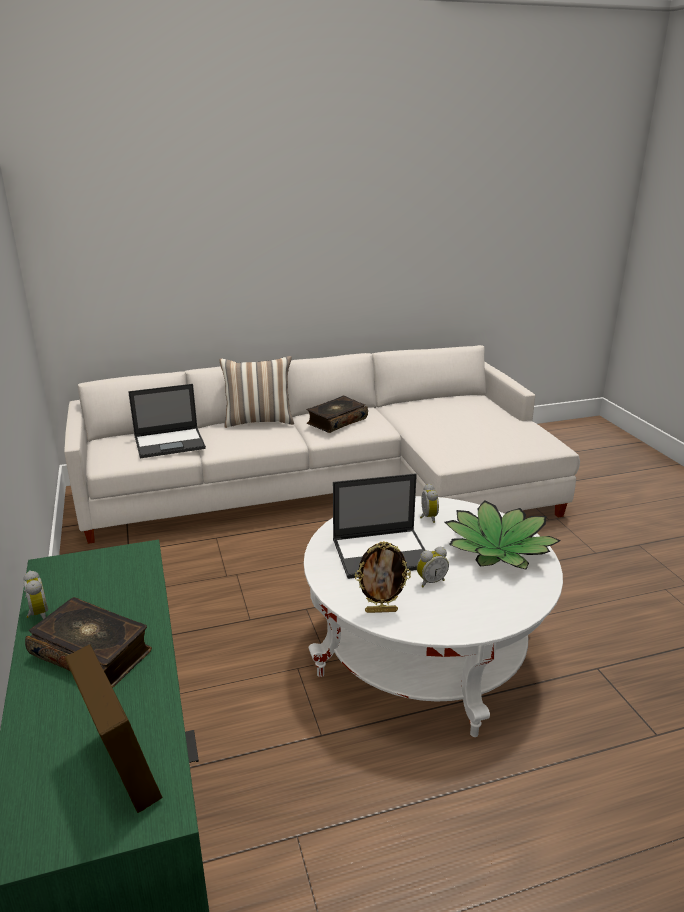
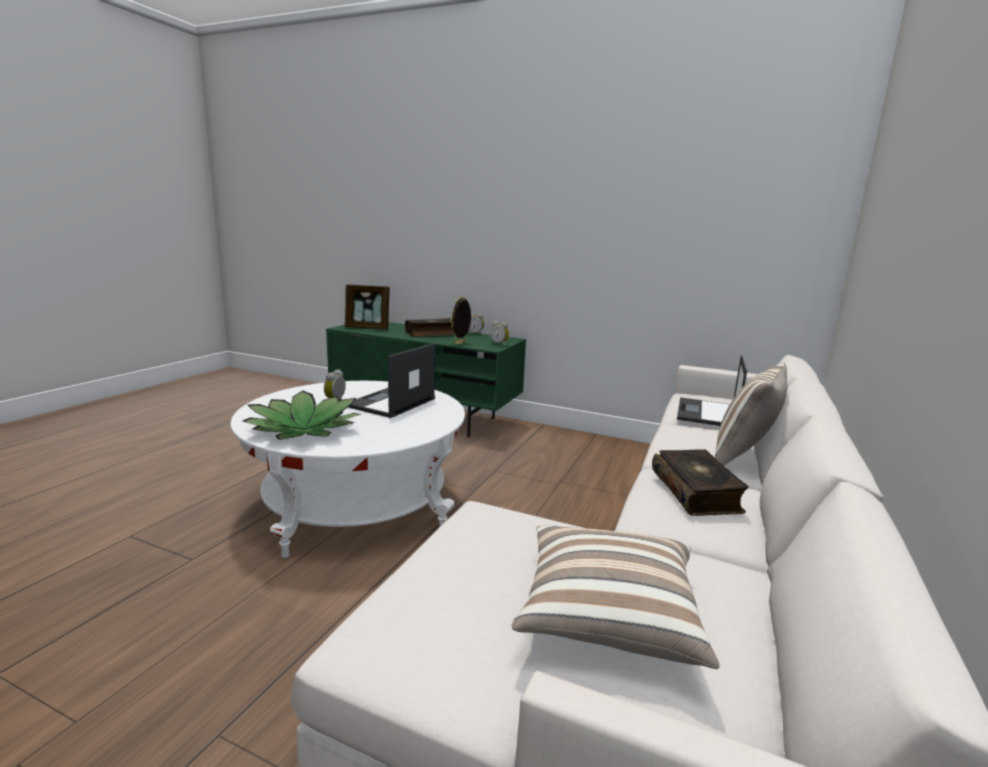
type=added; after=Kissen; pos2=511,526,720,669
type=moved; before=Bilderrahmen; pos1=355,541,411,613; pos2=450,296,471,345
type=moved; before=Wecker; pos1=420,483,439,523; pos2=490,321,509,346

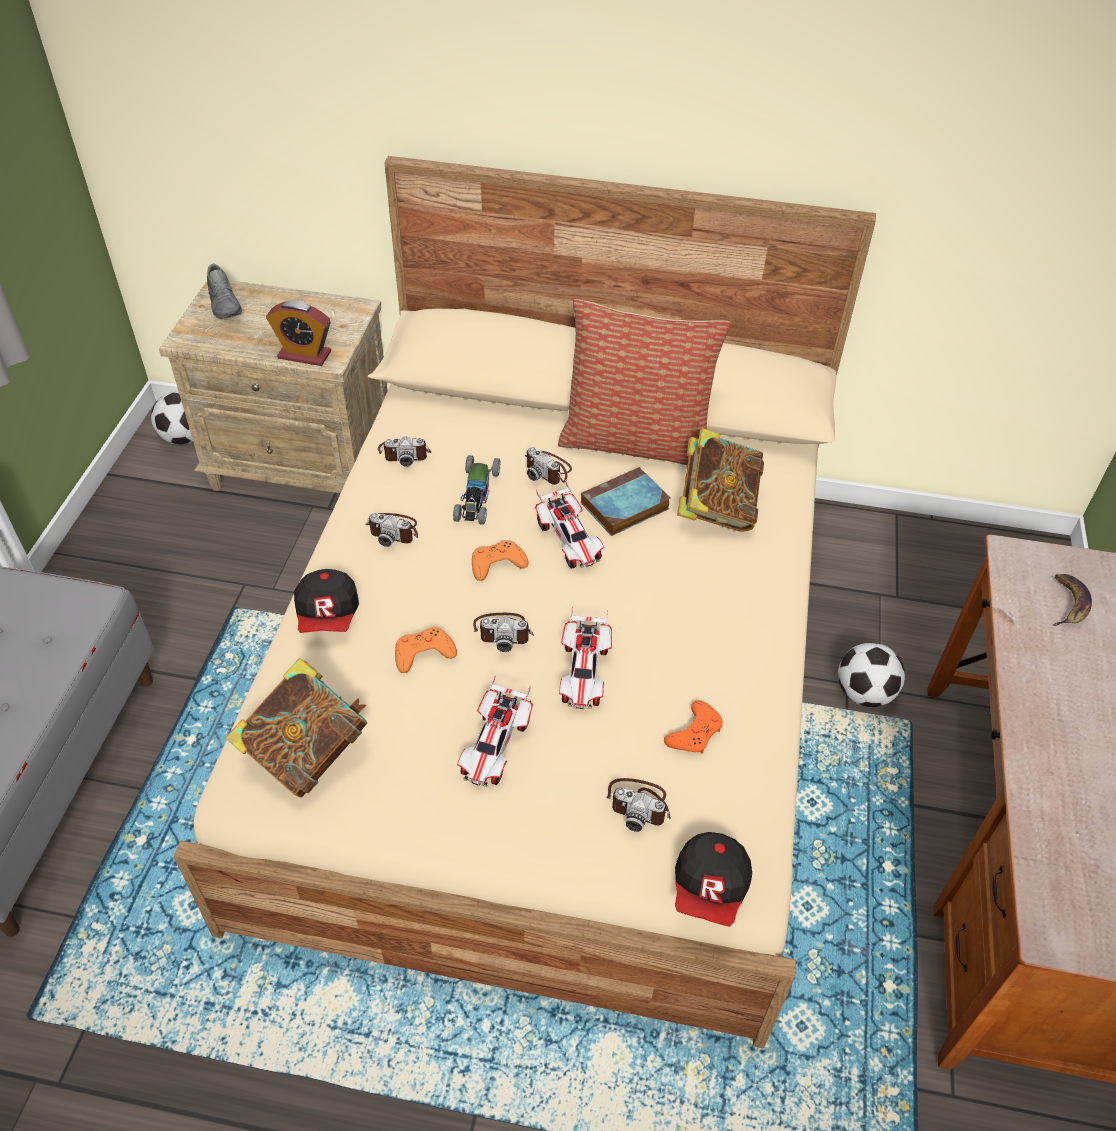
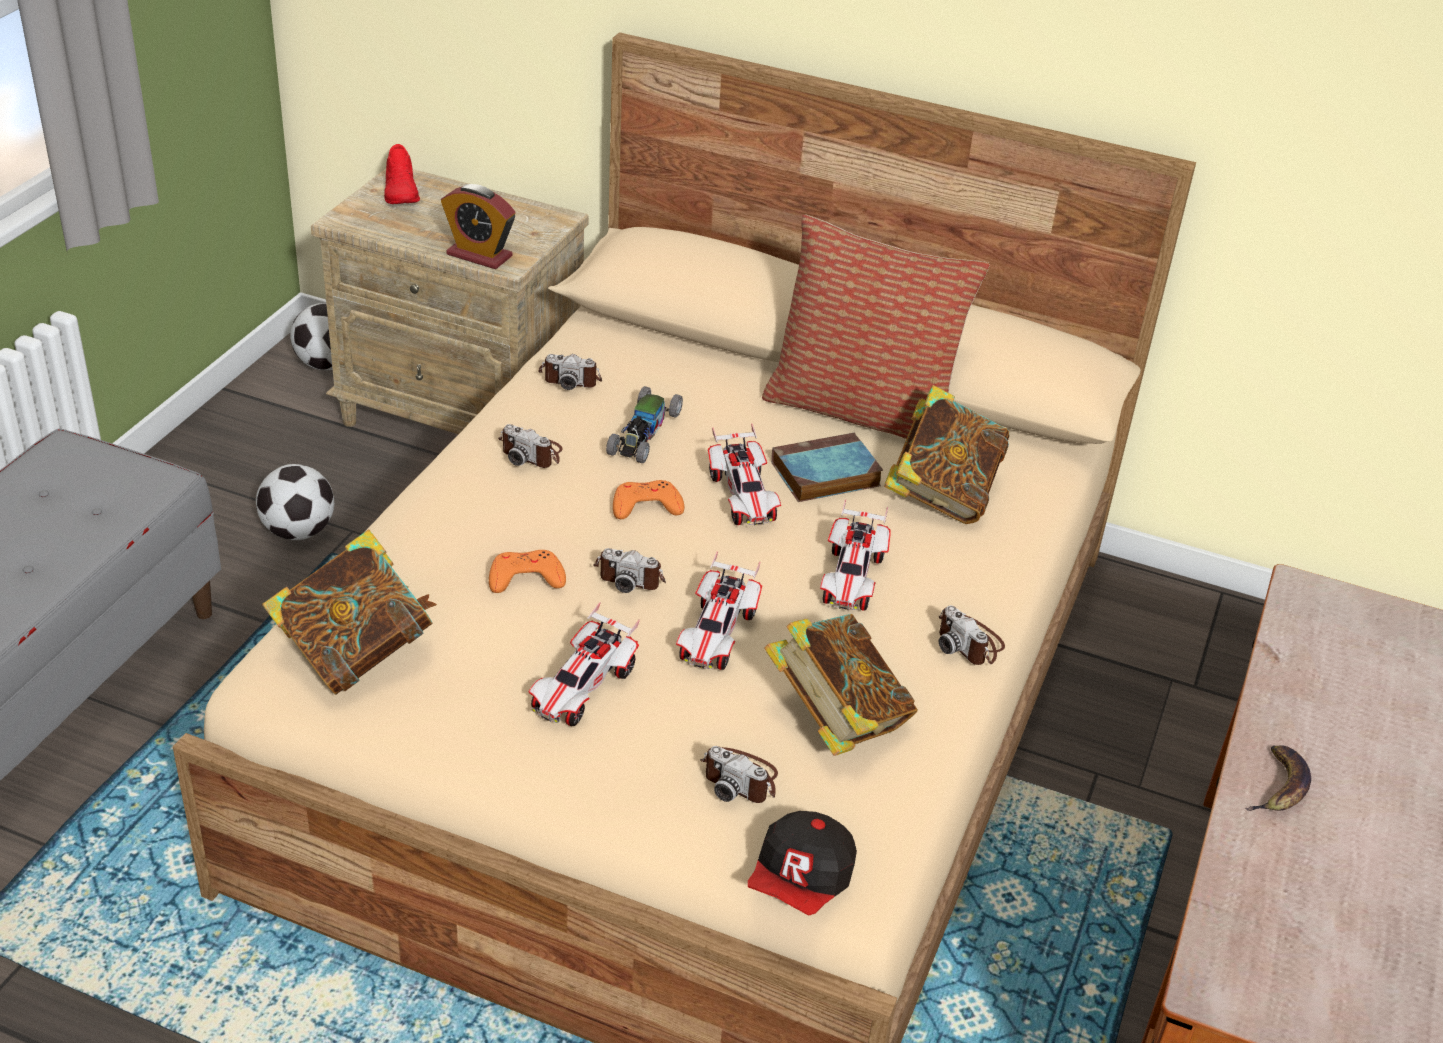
type=removed; before=Kappe; pos1=294,569,359,633
type=added; after=Spielzeugauto; pos2=820,499,891,611
type=moved; before=Kamera; pos1=525,447,572,485; pos2=939,605,1005,665
type=moved; before=Fußball; pos1=838,642,905,707; pos2=256,464,334,540
type=moved; before=Banane; pos1=1053,574,1092,626; pos2=1245,745,1311,811
type=replaced; before=Gamepad/orange; after=Buch; pos1=664,701,723,754; pos2=764,614,918,756
type=recoloured; before=Schuh/grau; after=Schuh/rot; pos1=207,264,242,319; pos2=384,144,420,204

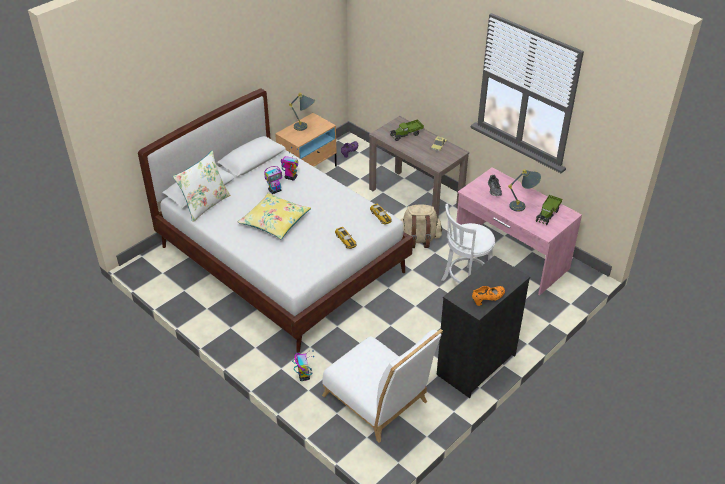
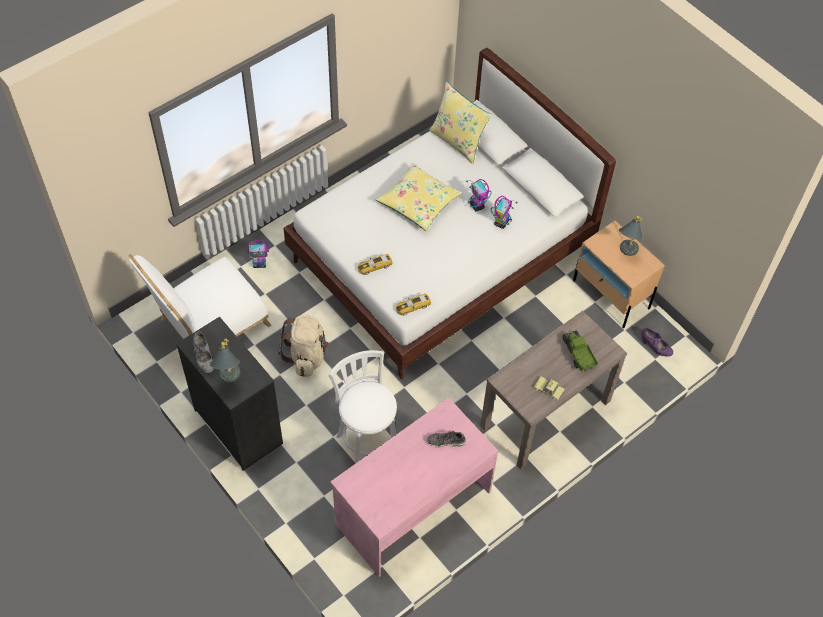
type=removed; before=Spielzeuglaster; pos1=536,195,562,226
type=moved; before=Rucksack/beige; pos1=401,205,442,248; pos2=278,315,330,377
type=moved; before=Tischlampe/grau; pos1=508,169,541,212; pos2=210,339,240,382
type=recoloured; before=Kissen/weiß; after=Kissen/gelb; pos1=173,151,231,222; pos2=429,82,492,164
type=recoloured; before=Schuh/orange; after=Schuh/grau; pos1=472,286,505,306; pos2=193,331,214,373

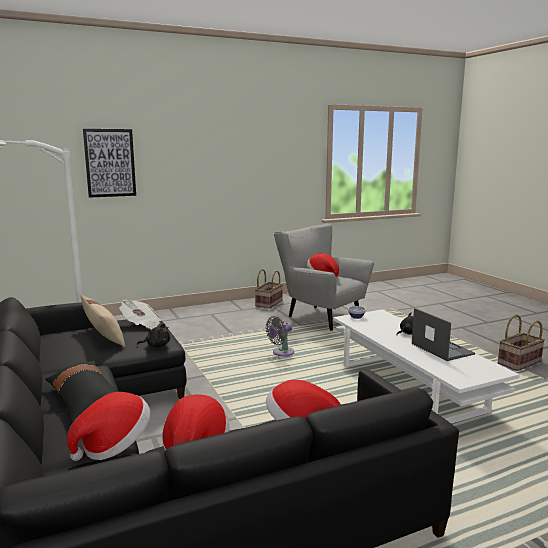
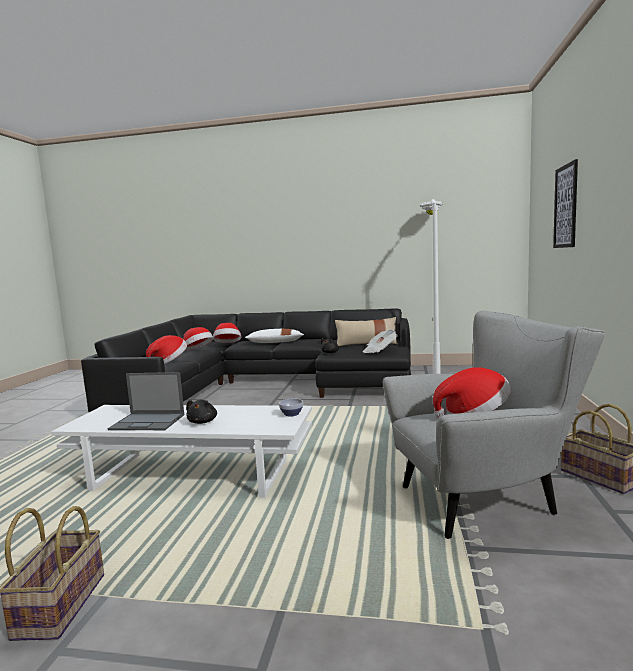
type=removed; before=Ventilator/grau; pos1=265,316,294,356
type=recoloured; before=Kissen/schwarz; after=Kissen/weiß; pos1=45,361,117,423; pos2=245,329,304,343

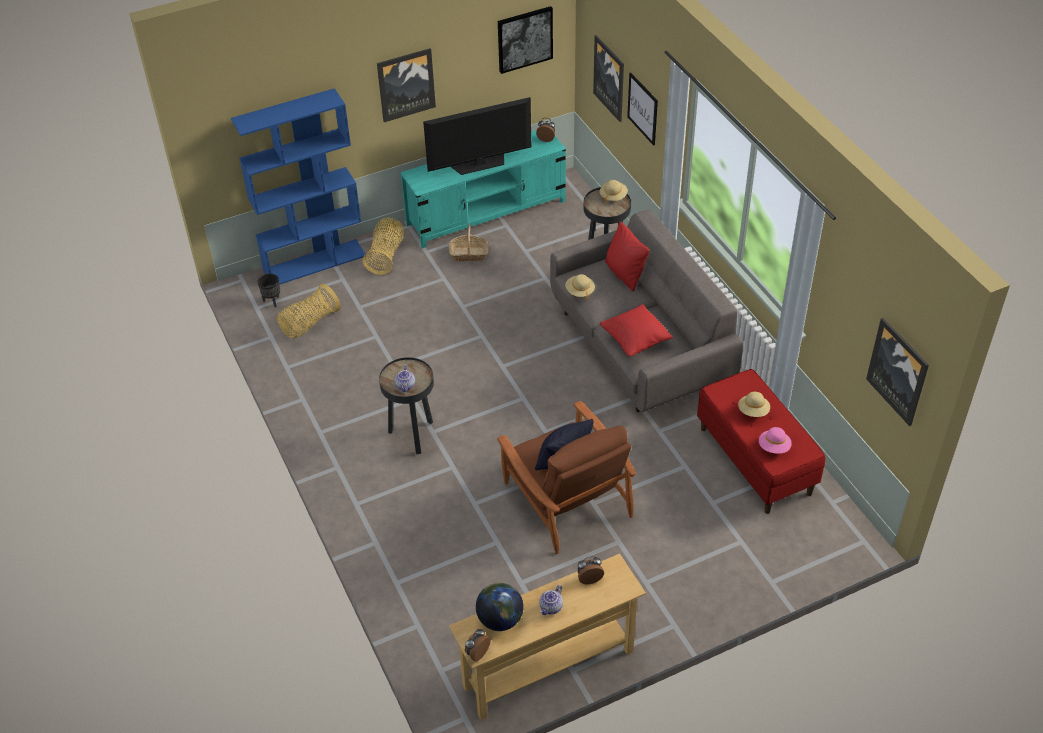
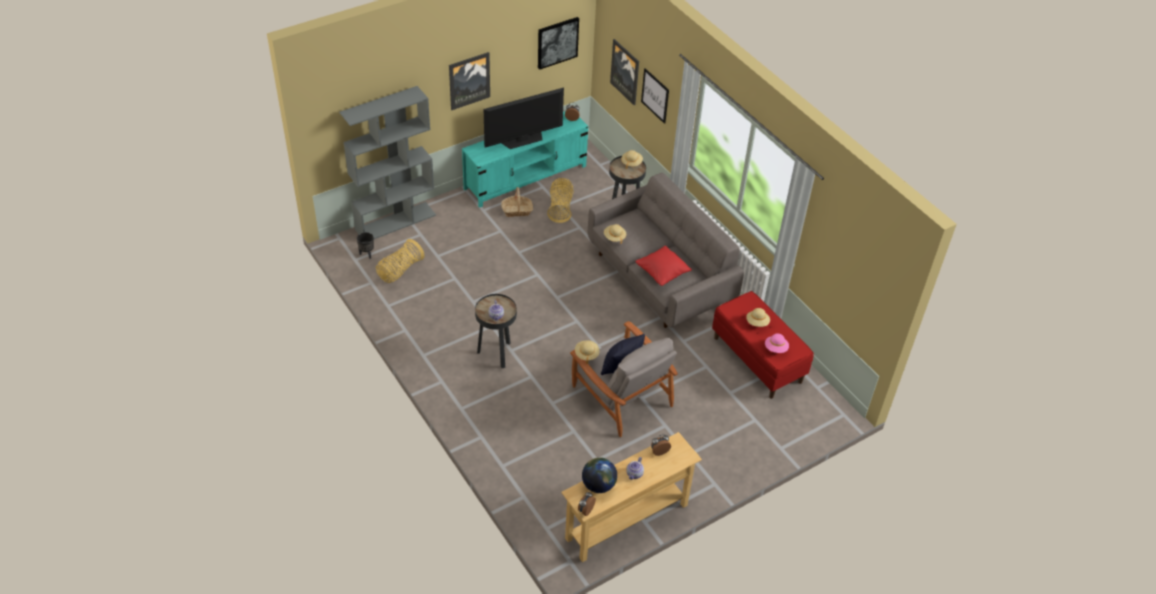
type=removed; before=Kissen/rot; pos1=605,222,649,291
type=removed; before=Bild; pos1=866,318,929,426
type=added; after=Hut/beige; pos2=575,340,600,364
type=moved; before=Korb; pos1=363,218,404,275; pos2=547,178,573,223
type=recoloured; before=Bücherregal/blau; after=Bücherregal/grau; pos1=231,88,366,284; pos2=339,86,436,239
type=recoloured; before=Sessel/braun; after=Sessel/grau; pos1=497,401,636,554; pos2=570,321,678,437

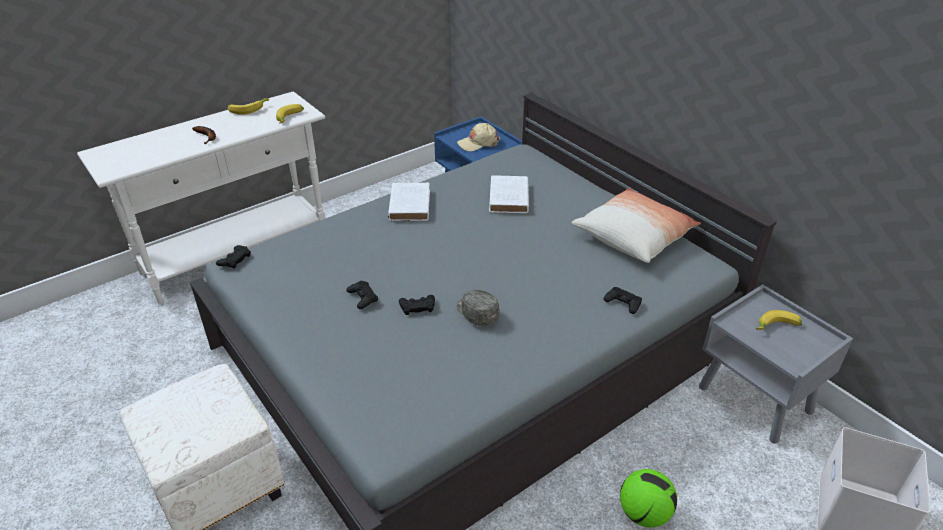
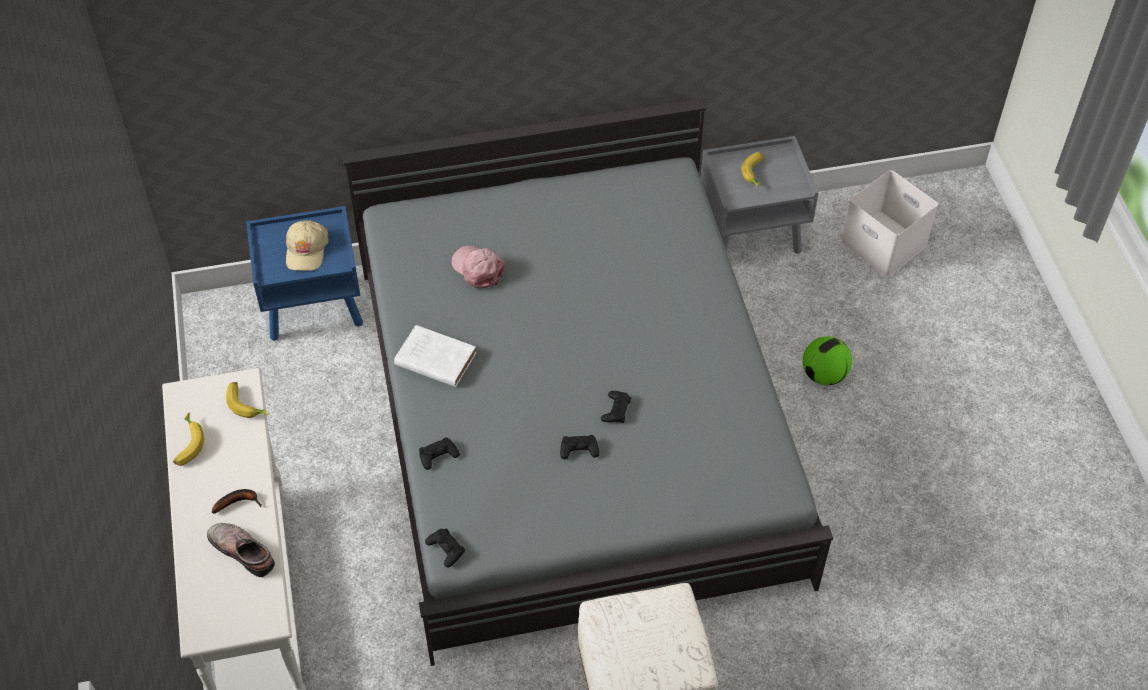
type=removed; before=Kappe/grau; pos1=457,290,500,326
type=removed; before=Kissen; pos1=571,188,701,263
type=added; after=Schuh; pos2=207,523,275,577
type=moved; before=Gamepad/schwarz; pos1=604,287,642,314; pos2=419,437,460,470
type=replaced; before=Buch/weiß; after=Kappe/rosa; pos1=489,175,529,213; pos2=451,246,505,289

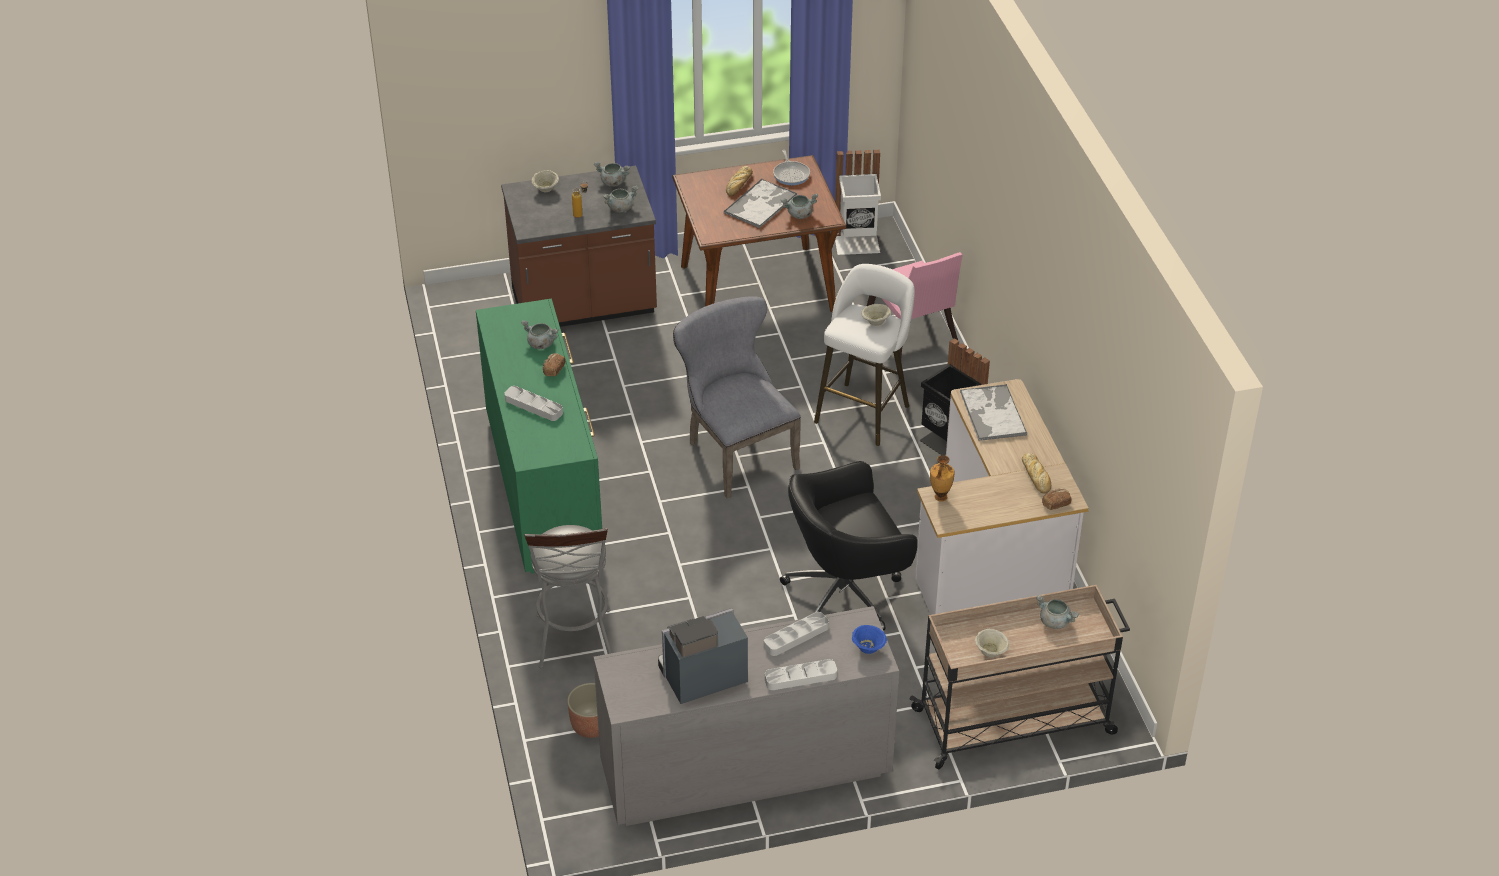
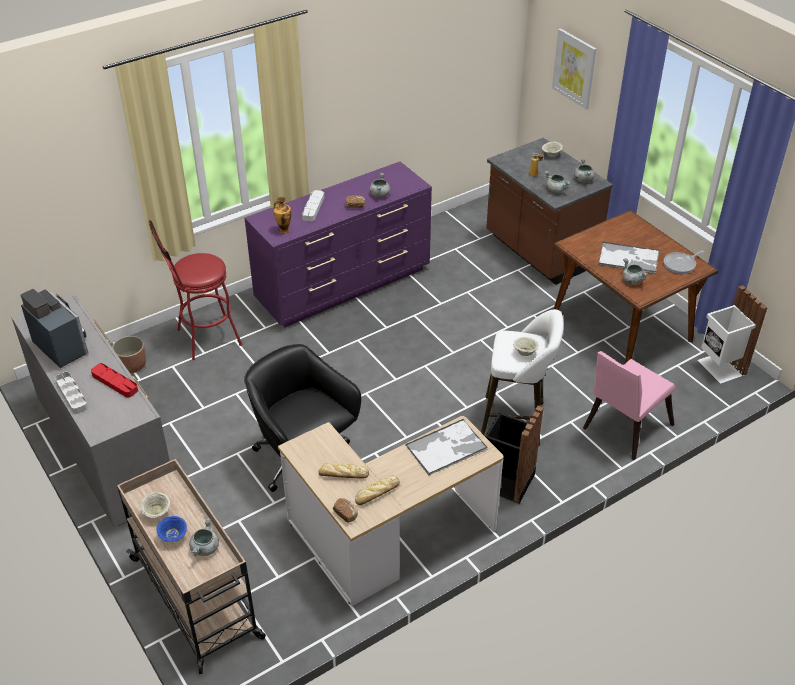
type=removed; before=Stuhl/grau; pos1=673,296,801,498
type=added; after=Bild; pos2=552,29,596,109
type=moved; before=Brot; pos1=726,166,753,196; pos2=318,463,369,479
type=moved; before=Schüssel/blau; pos1=852,625,887,654; pos2=156,516,187,542
type=moved; before=Vase; pos1=930,455,954,502; pos2=273,197,291,233
type=recoloured; before=Kommode/grün; after=Kommode/lila; pos1=476,299,602,574; pos2=245,162,432,327
type=recoloured; before=Hocker/grau; after=Hocker/rot; pos1=524,525,611,669; pos2=149,220,242,360
type=recoloured; before=Tablett/grau; after=Tablett/rot; pos1=764,612,829,656; pos2=91,363,138,398

